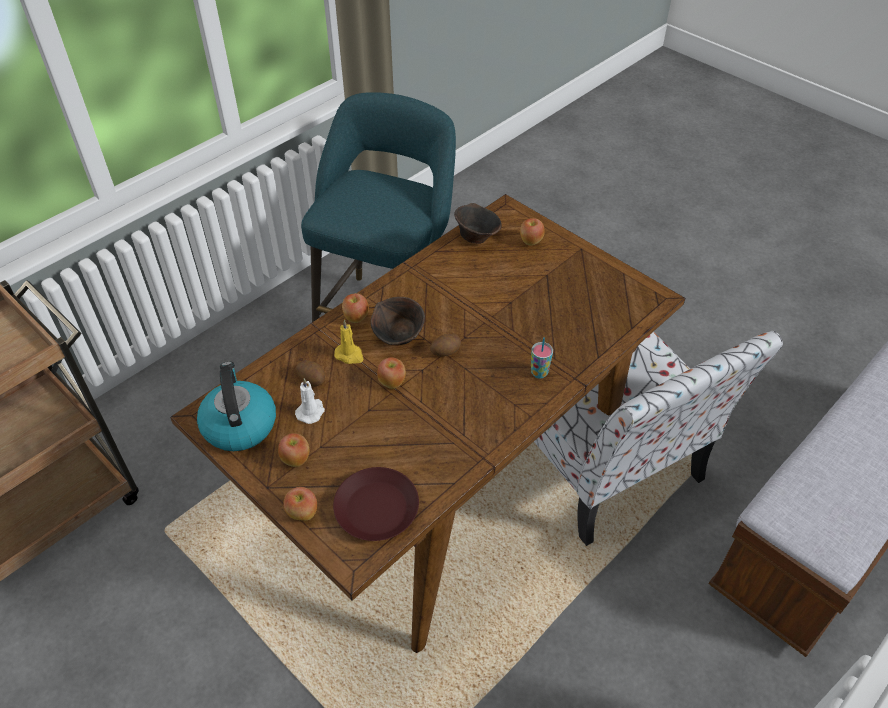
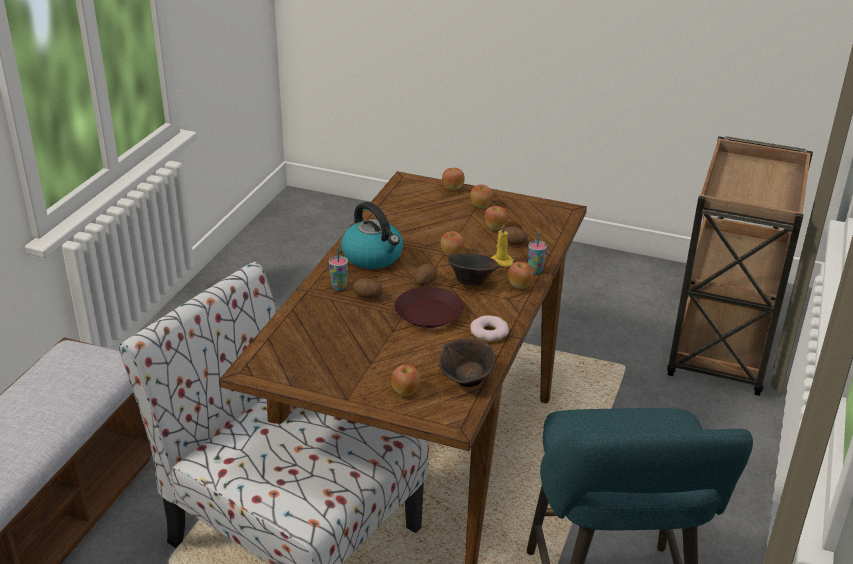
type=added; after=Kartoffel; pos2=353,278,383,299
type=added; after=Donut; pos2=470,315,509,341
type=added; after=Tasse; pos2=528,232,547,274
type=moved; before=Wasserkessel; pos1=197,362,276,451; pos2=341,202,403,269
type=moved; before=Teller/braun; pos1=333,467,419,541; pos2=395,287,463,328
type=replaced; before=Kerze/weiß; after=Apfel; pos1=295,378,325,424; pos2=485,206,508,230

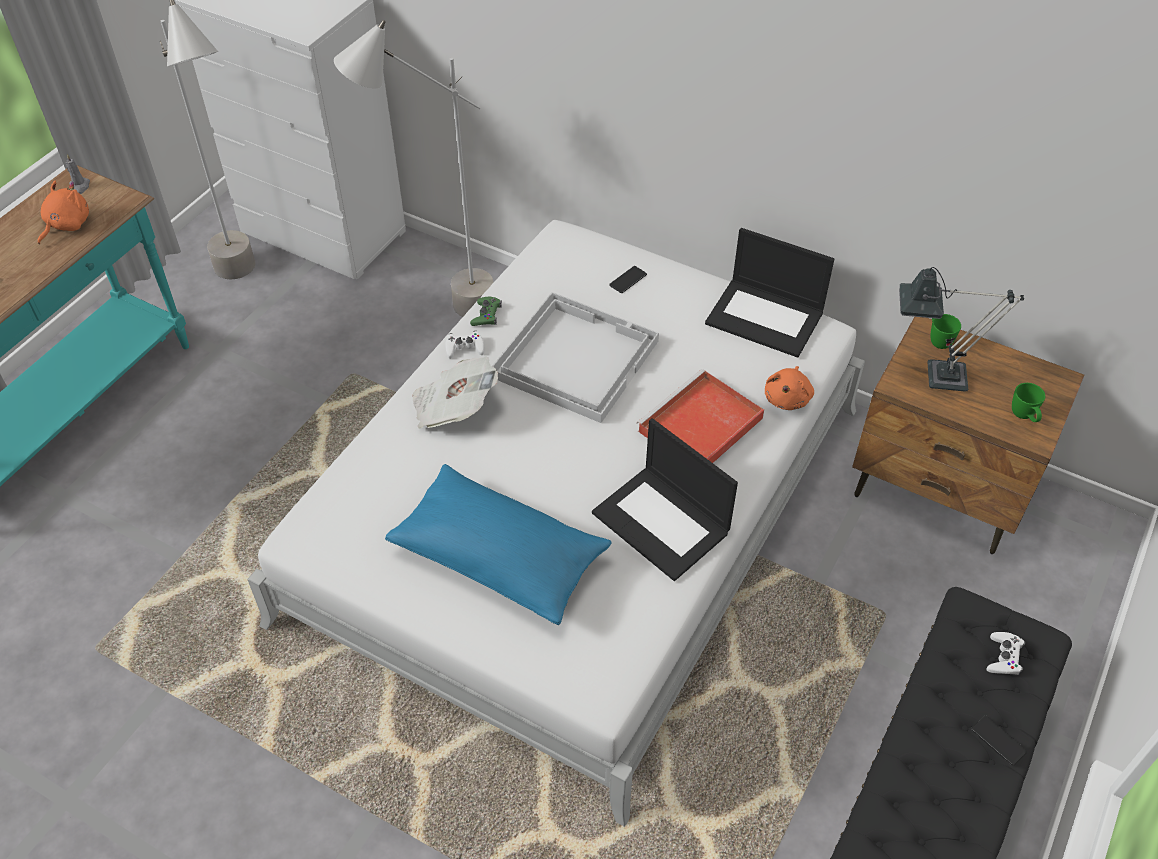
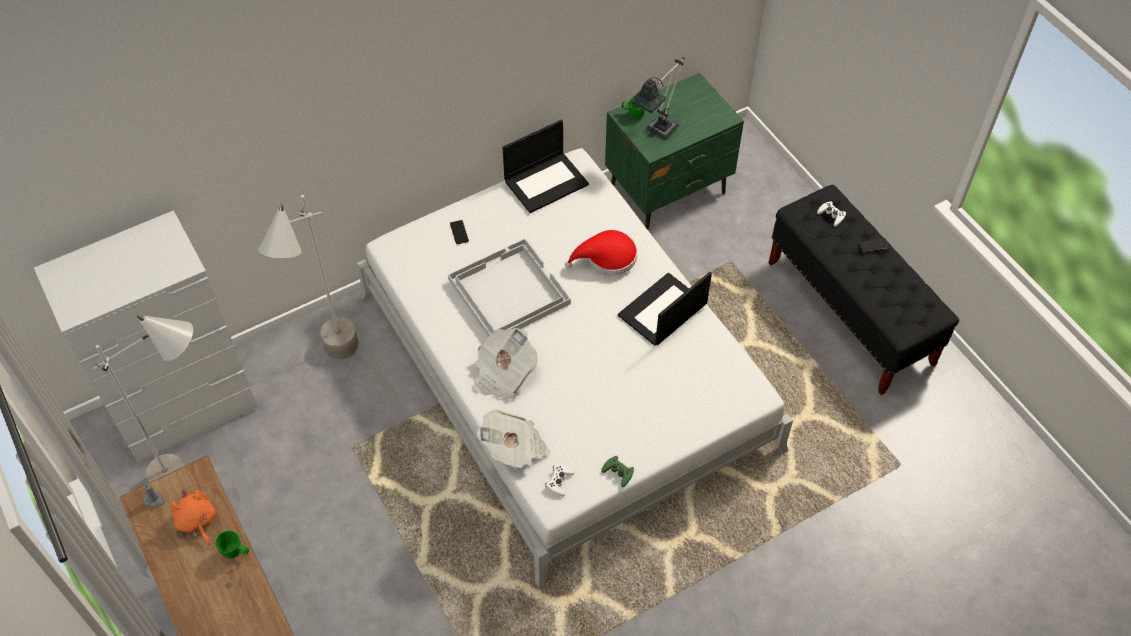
type=removed; before=Kissen/blau; pos1=385,464,612,625
type=removed; before=Plüschtier/orange; pos1=765,366,814,410
type=added; after=Zeitung; pos2=477,410,550,469
type=moved; before=Gamepad/weiß; pos1=445,331,484,359; pos2=545,465,574,496
type=moved; before=Gamepad/grün; pos1=470,297,502,326; pos2=601,456,634,487
type=moved; before=Henkelbecher/grün; pos1=1012,383,1045,422; pos2=215,530,249,559
type=replaced; before=Tablett/rot; after=Hut/rot; pos1=637,369,764,463; pos2=565,230,637,275
type=recoloured; before=Nachttisch/braun; after=Nachttisch/grün; pos1=852,317,1084,554; pos2=605,73,744,230
type=turned; before=Laptop; pos1=592,418,738,581; pos2=618,272,712,346; turn=150

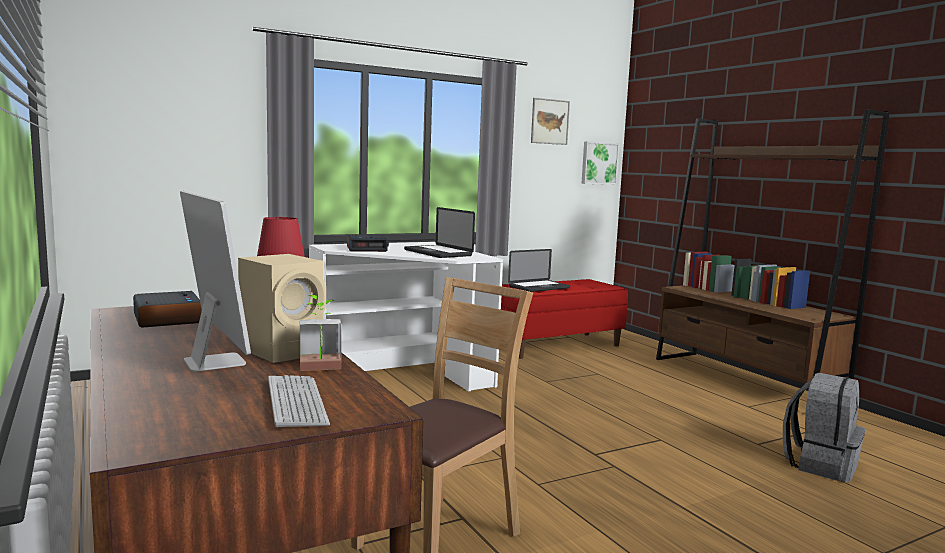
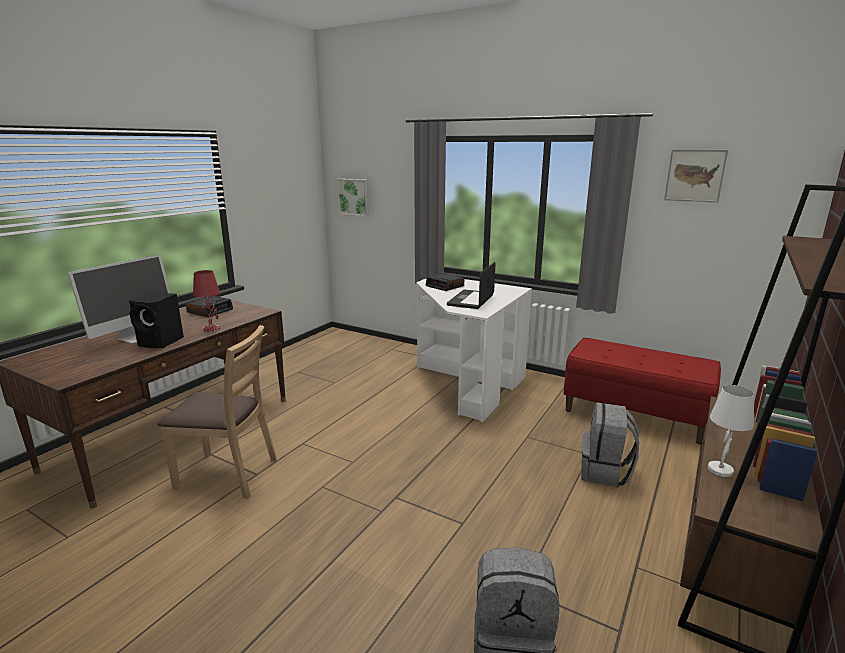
type=removed; before=Tastatur; pos1=268,375,330,428
type=removed; before=Topfpflanze; pos1=300,295,341,371
type=removed; before=Laptop; pos1=508,249,570,292
type=added; after=Rucksack/grau; pos2=581,402,639,487
type=added; after=Tischlampe/weiß; pos2=708,385,754,477
type=moved; before=Bild; pos1=581,141,620,185; pos2=337,179,369,216
type=recoloured; before=Lautsprecher/beige; after=Lautsprecher/schwarz; pos1=238,254,326,363; pos2=129,292,184,348

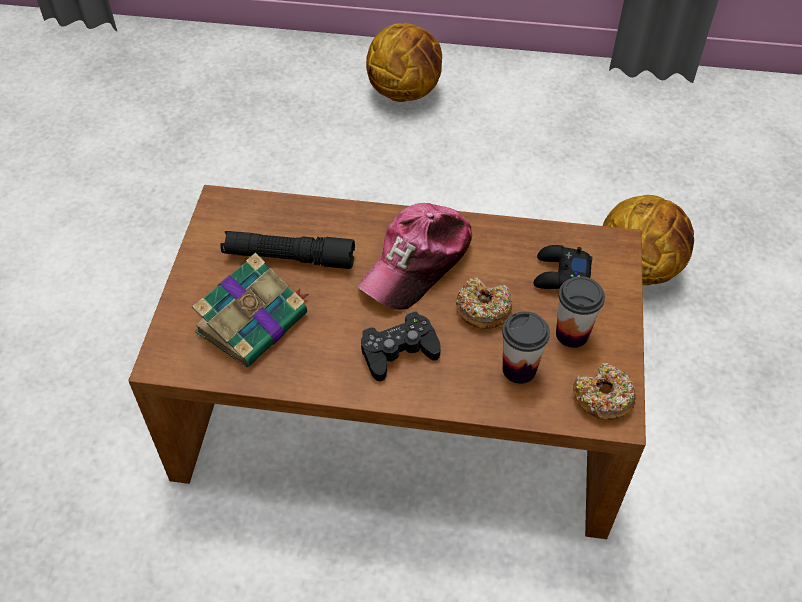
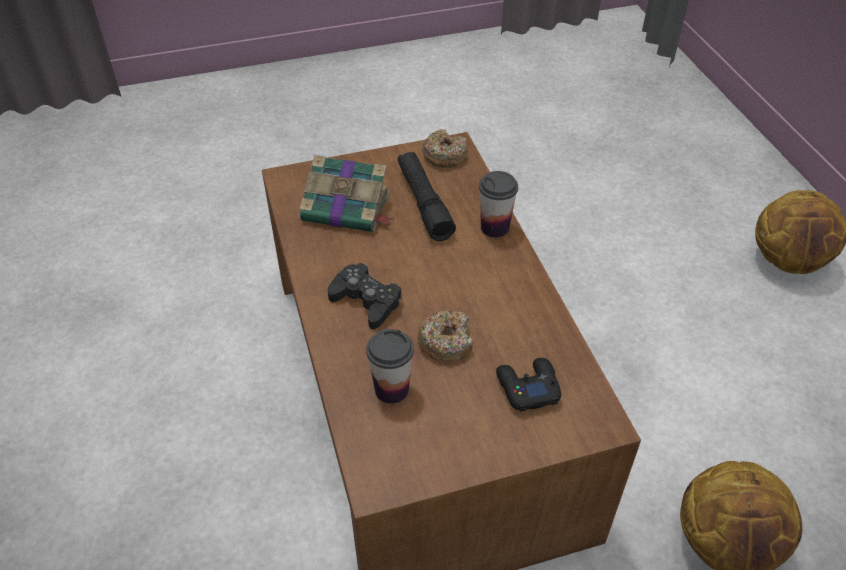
type=removed; before=Kappe; pos1=358,203,473,310
type=moved; before=Tasse; pos1=556,276,605,348; pos2=479,171,518,238
type=moved; before=Donut; pos1=573,363,636,420; pos2=422,129,468,168

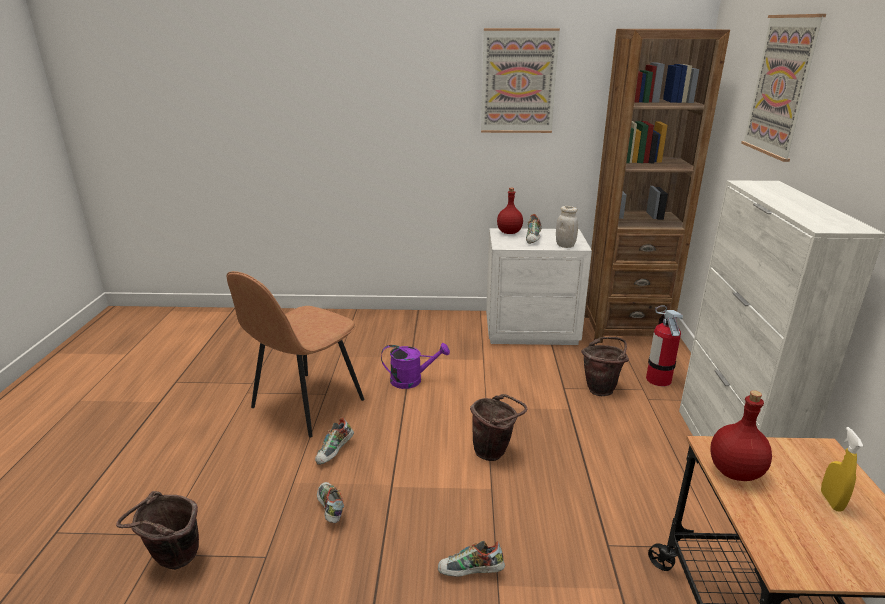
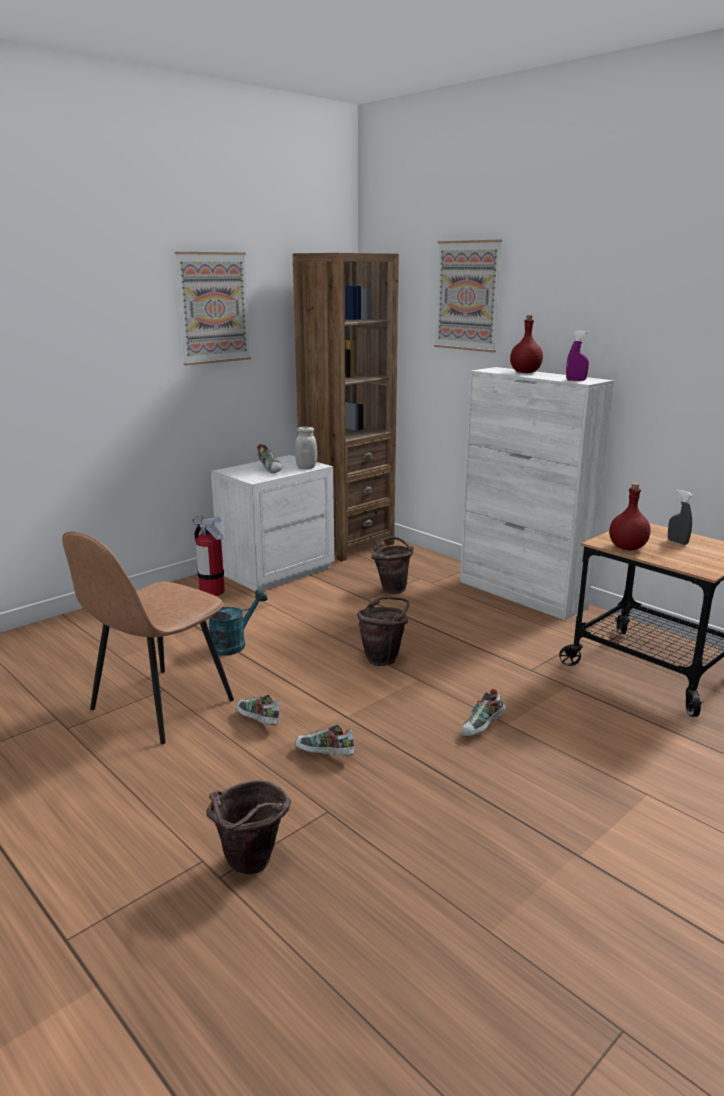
type=added; after=Sprühflasche/lila; pos2=566,331,589,381
type=moved; before=Flasche/rot; pos1=497,188,523,234; pos2=510,315,543,373
type=moved; before=Feuerlöscher; pos1=646,305,683,386; pos2=192,515,225,596
type=recoloured; before=Gießkanne/lila; after=Gießkanne/türkis; pos1=381,343,450,389; pos2=209,589,268,656
type=recoloured; before=Sprühflasche/gelb; after=Sprühflasche/grau; pos1=821,427,863,512; pos2=668,490,693,545
type=turned; before=Stuhl/braun; pos1=227,271,364,438; pos2=62,531,234,744; turn=45
type=turned; before=Schuh; pos1=315,418,354,465; pos2=236,695,279,725; turn=150

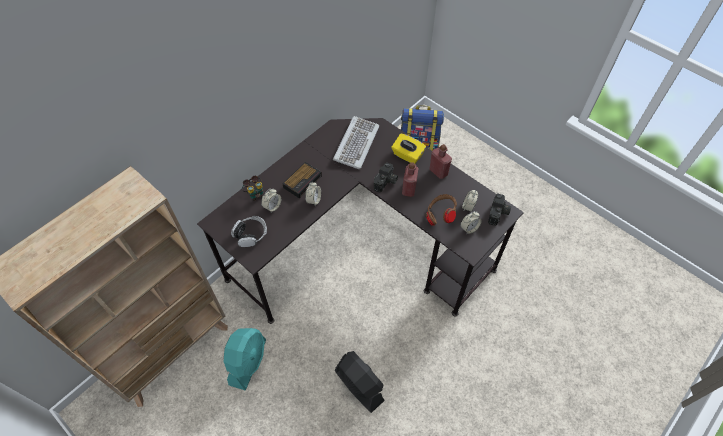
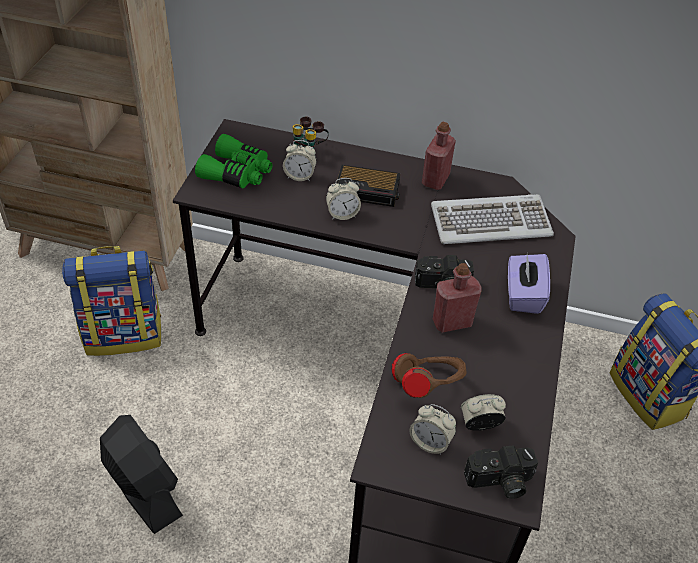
type=moved; before=Flasche/rot; pos1=429,144,452,179; pos2=422,122,456,190
type=replaced; before=Ventilator/türkis; after=Rucksack; pos1=224,328,266,390; pos2=62,246,162,356
type=replaced; before=Kopfhörer; after=Fernglas/grün; pos1=231,216,267,247; pos2=195,134,273,188
type=recoloured; before=Taschentuchbox/gelb; after=Taschentuchbox/lila; pos1=391,134,426,163; pos2=508,254,550,314
type=turned; before=Ventilator/schwarz; pos1=335,351,385,413; pos2=100,415,183,534; turn=-60

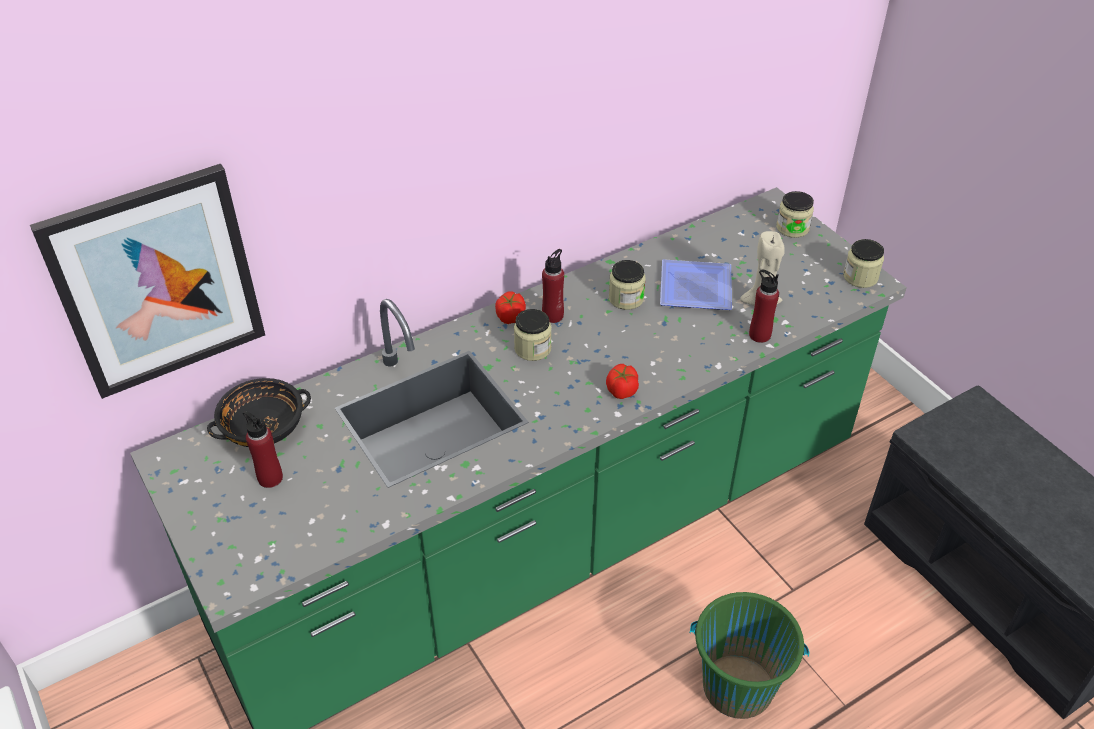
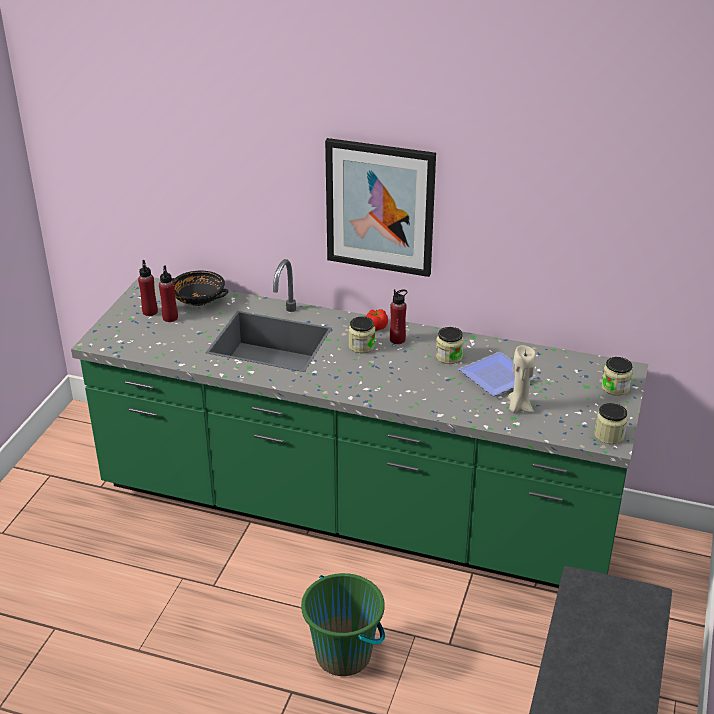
type=removed; before=Tomate; pos1=606,364,639,399
type=moved; before=Bild; pos1=30,164,265,399; pos2=325,138,436,277
type=moved; before=Flasche/rot; pos1=749,269,779,343; pos2=138,260,158,316

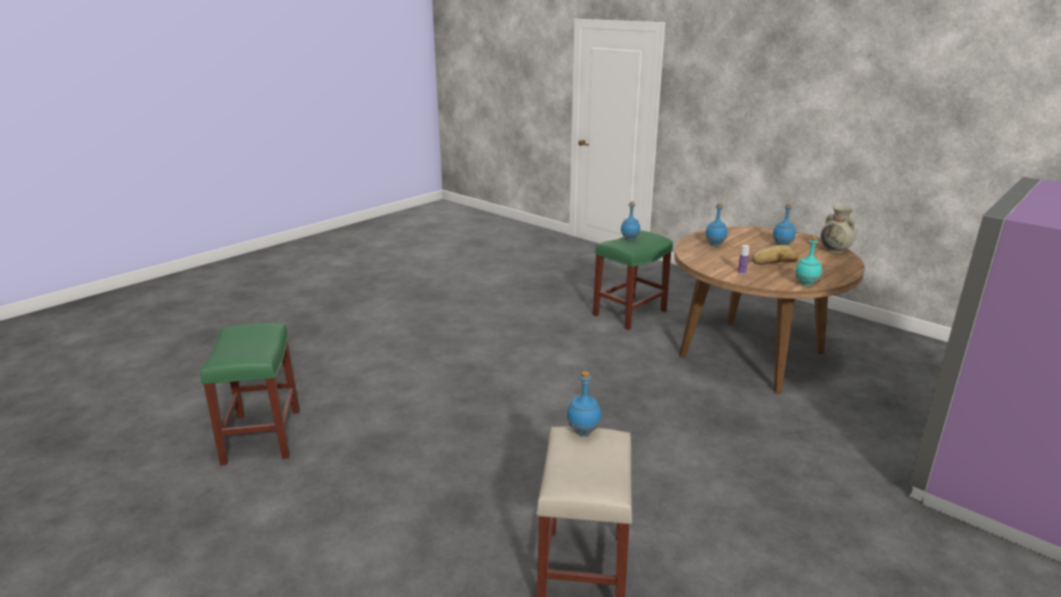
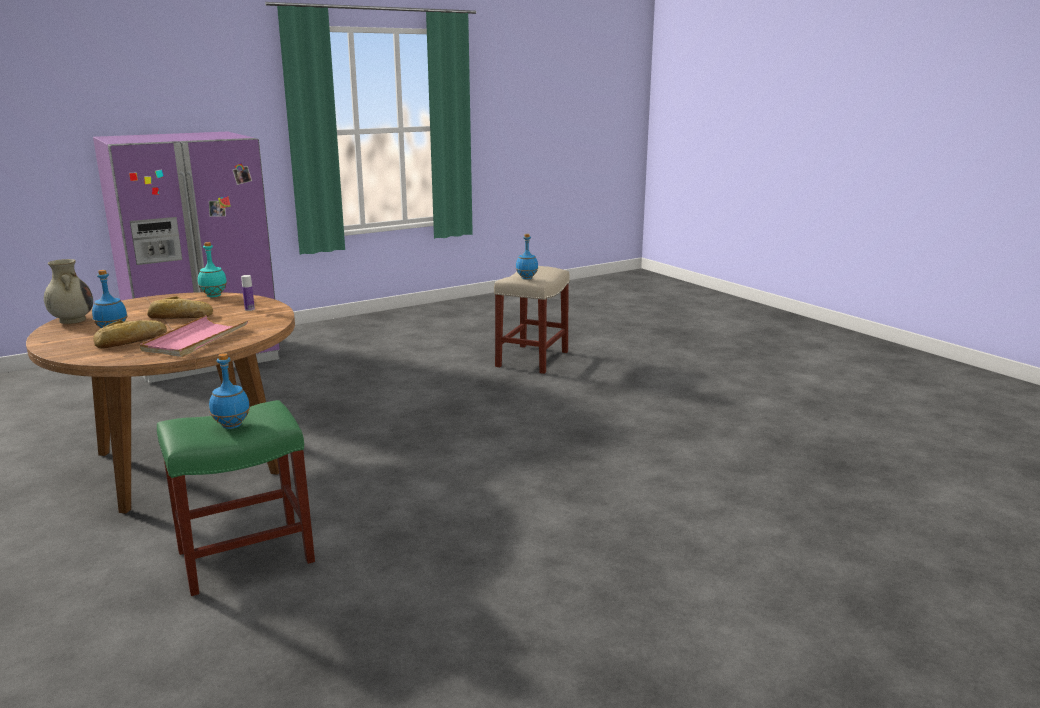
type=removed; before=Hocker/grün; pos1=200,323,300,465
type=added; after=Brot; pos2=93,320,167,349
type=replaced; before=Flasche/blau; after=Tablett/rosa; pos1=705,203,727,246; pos2=140,315,248,357

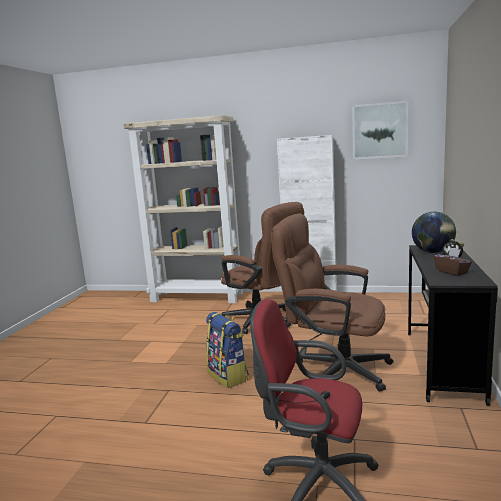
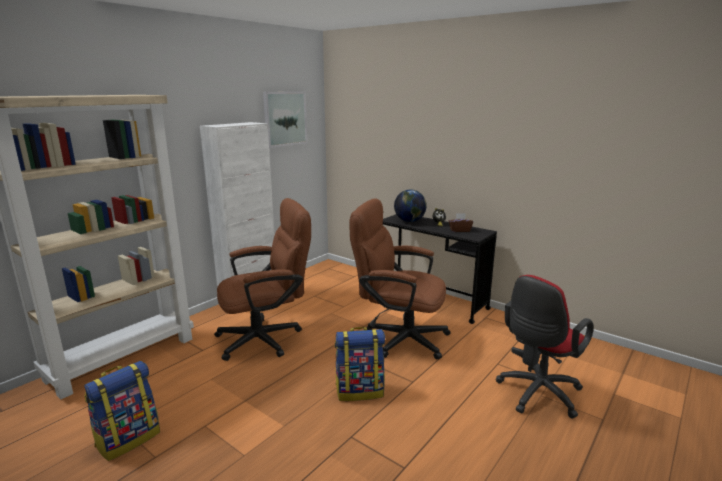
type=added; after=Rucksack; pos2=84,361,160,461
type=turned; before=Bürostuhl/braun; pos1=271,213,394,392; pos2=349,198,451,360; turn=60

